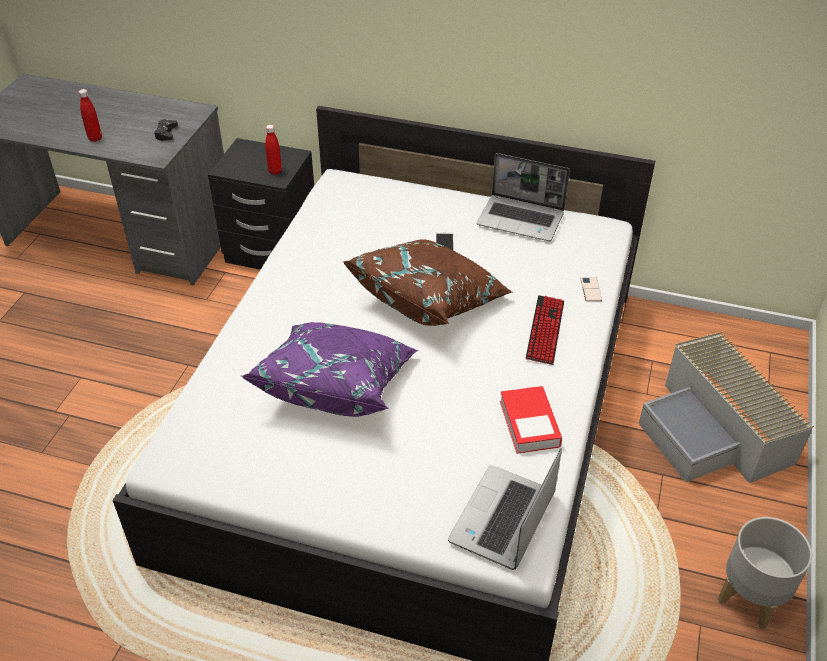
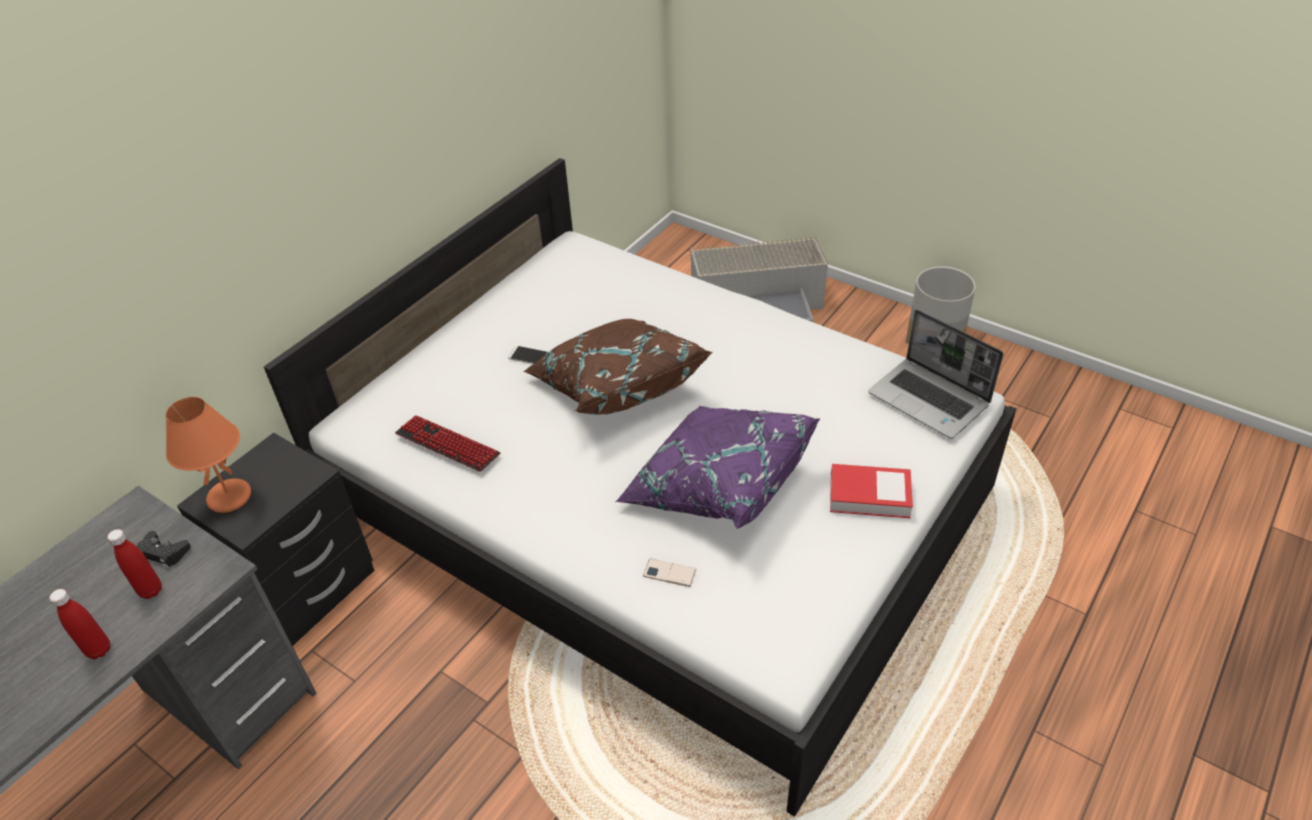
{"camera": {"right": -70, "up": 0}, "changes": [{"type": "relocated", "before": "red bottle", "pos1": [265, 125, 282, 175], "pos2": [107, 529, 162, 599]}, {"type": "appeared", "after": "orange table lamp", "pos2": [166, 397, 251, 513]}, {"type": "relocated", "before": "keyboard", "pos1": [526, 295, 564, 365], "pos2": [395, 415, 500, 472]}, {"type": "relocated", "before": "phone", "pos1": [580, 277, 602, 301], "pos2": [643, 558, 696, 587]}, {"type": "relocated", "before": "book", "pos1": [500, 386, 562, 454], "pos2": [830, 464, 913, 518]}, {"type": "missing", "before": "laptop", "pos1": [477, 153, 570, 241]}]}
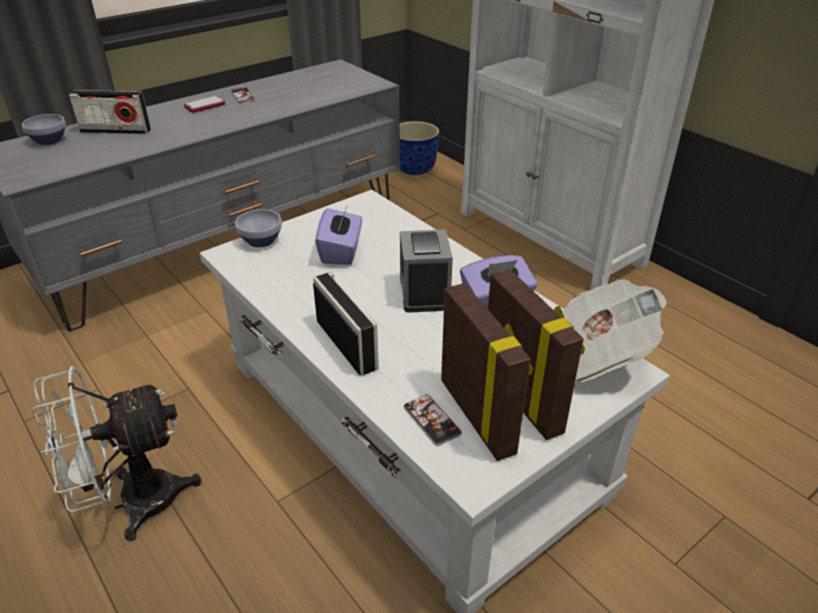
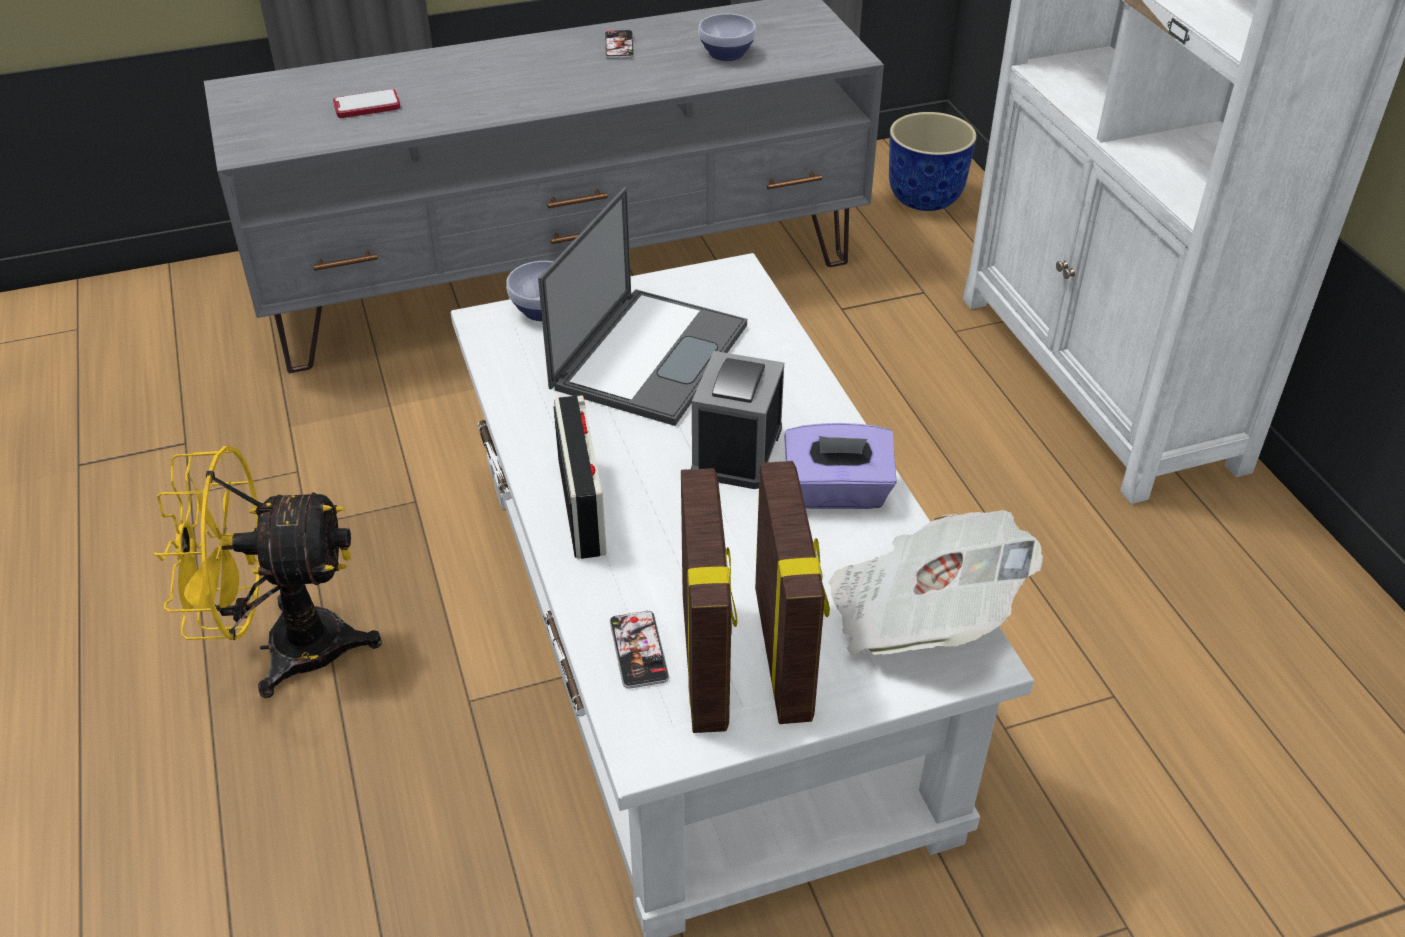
{"camera": {"right": 20, "up": 5}, "changes": [{"type": "colour", "before": "white fan", "after": "yellow fan", "pos1": [33, 366, 202, 542], "pos2": [154, 446, 382, 698]}, {"type": "relocated", "before": "phone", "pos1": [184, 96, 225, 113], "pos2": [333, 89, 400, 118]}, {"type": "exchanged", "before": "purple tissue box", "after": "laptop", "pos1": [315, 205, 362, 265], "pos2": [538, 187, 747, 426]}, {"type": "relocated", "before": "bowl", "pos1": [22, 114, 66, 145], "pos2": [698, 14, 756, 61]}, {"type": "missing", "before": "radio", "pos1": [69, 90, 151, 134]}]}
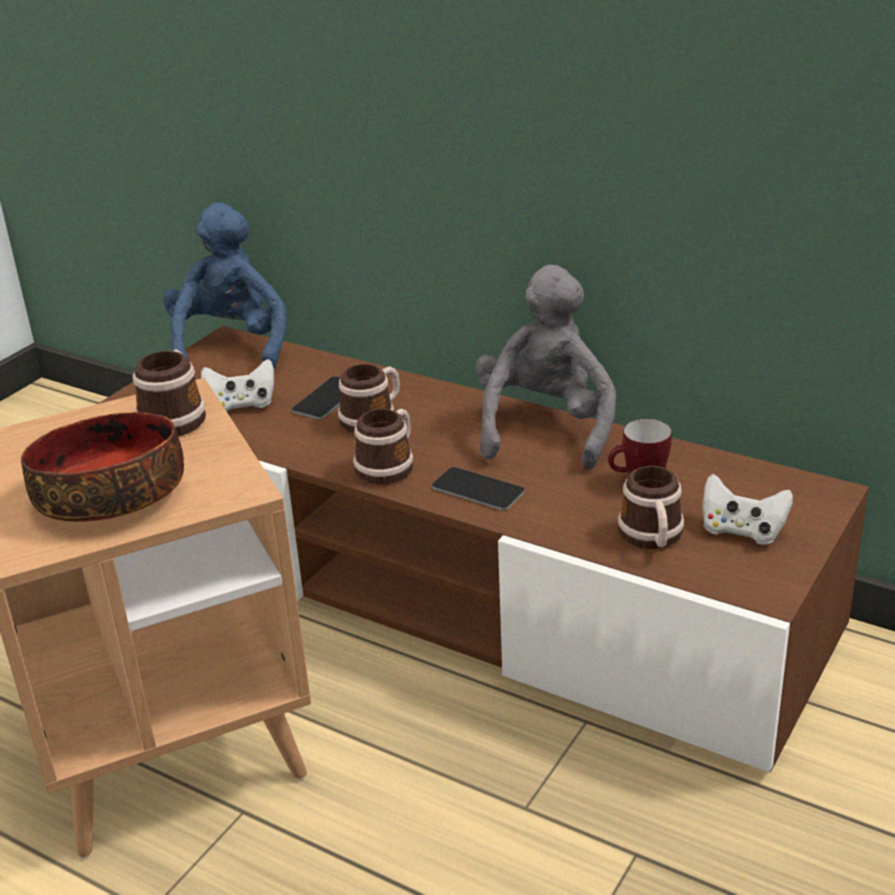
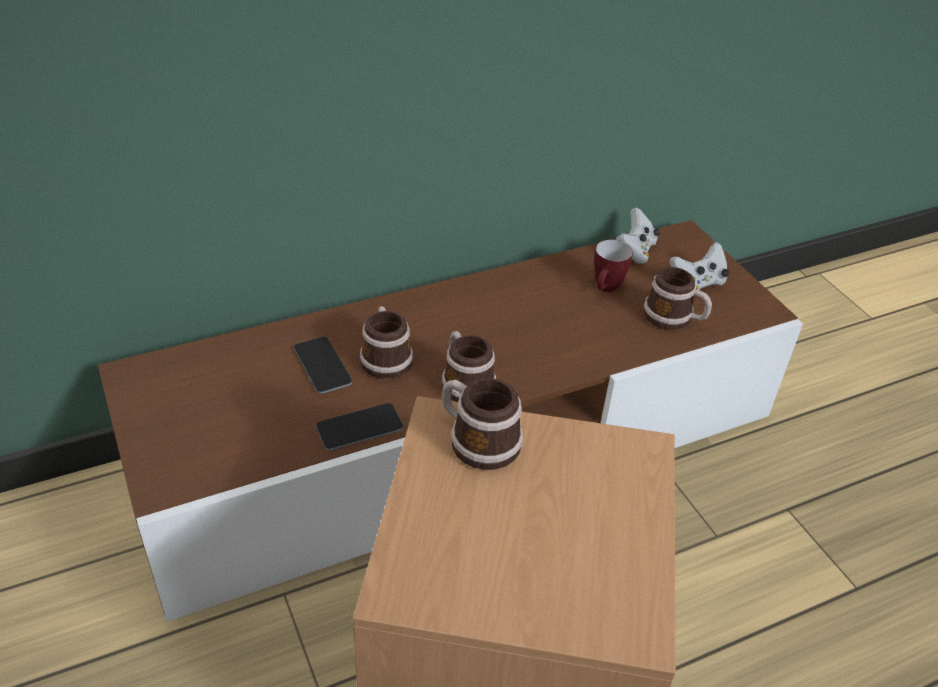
{"camera": {"right": -60, "up": 10}, "changes": [{"type": "relocated", "before": "phone", "pos1": [432, 467, 524, 510], "pos2": [316, 403, 403, 450]}, {"type": "relocated", "before": "white game controller", "pos1": [201, 359, 274, 412], "pos2": [616, 207, 660, 264]}, {"type": "missing", "before": "bowl", "pos1": [21, 412, 184, 522]}, {"type": "missing", "before": "blue plush toy", "pos1": [163, 203, 286, 370]}, {"type": "missing", "before": "grey plush toy", "pos1": [475, 265, 616, 470]}]}
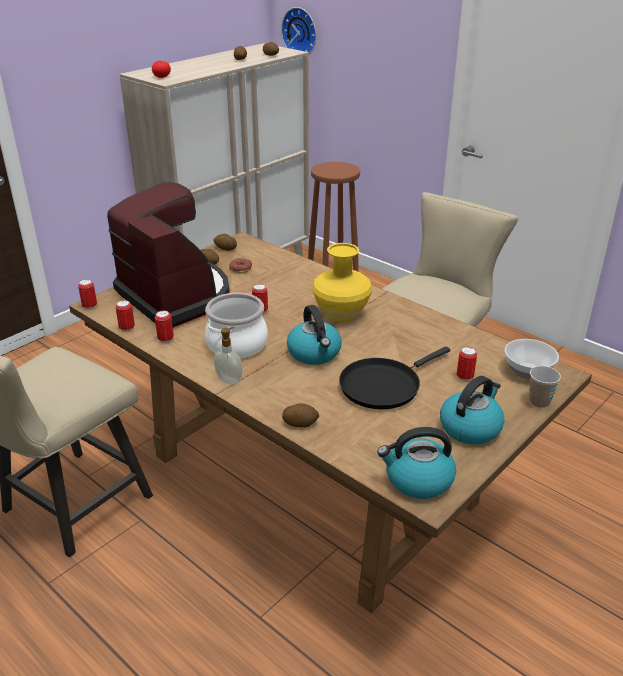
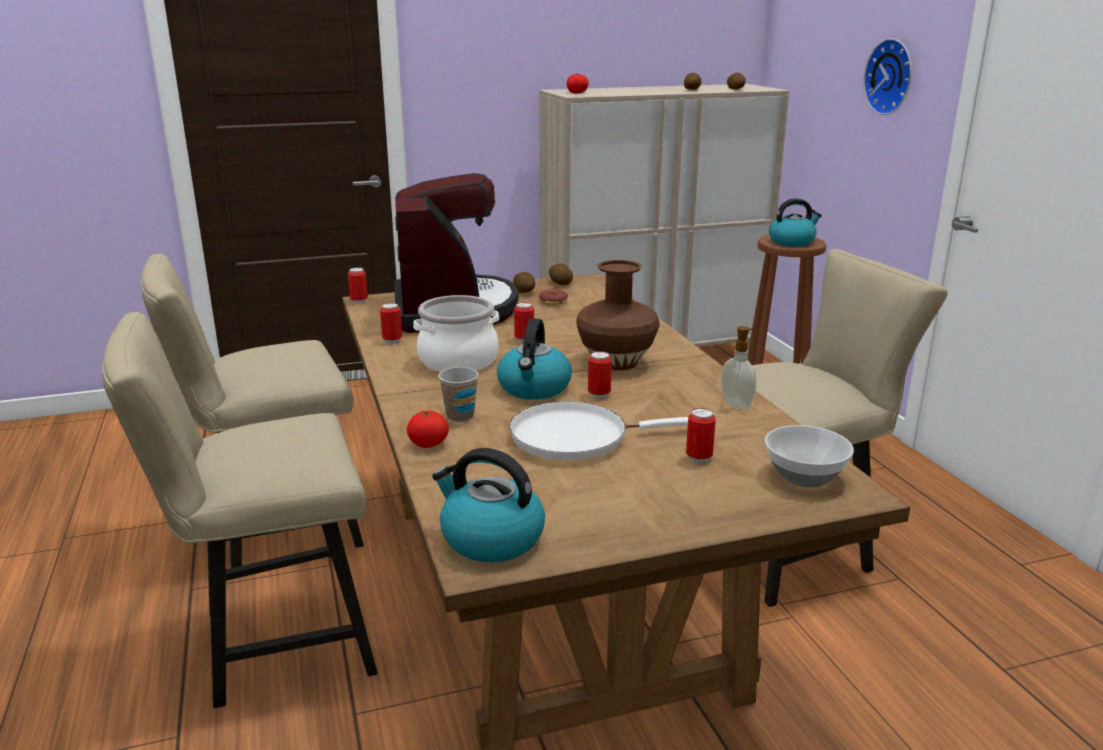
{"camera": {"right": 30, "up": -10}, "changes": [{"type": "appeared", "after": "beige chair", "pos2": [102, 312, 378, 708]}, {"type": "exchanged", "before": "potato", "after": "tomato", "pos1": [282, 403, 319, 427], "pos2": [407, 410, 449, 448]}, {"type": "relocated", "before": "cup", "pos1": [529, 366, 561, 408], "pos2": [438, 367, 479, 422]}, {"type": "colour", "before": "black frying pan", "after": "white frying pan", "pos1": [339, 346, 450, 409], "pos2": [509, 401, 688, 460]}, {"type": "colour", "before": "yellow vase", "after": "brown vase", "pos1": [312, 243, 372, 323], "pos2": [576, 260, 660, 370]}, {"type": "relocated", "before": "can", "pos1": [115, 300, 135, 332], "pos2": [588, 351, 612, 399]}, {"type": "relocated", "before": "soap dispenser", "pos1": [214, 327, 243, 385], "pos2": [721, 326, 757, 409]}, {"type": "relocated", "before": "kettle", "pos1": [440, 376, 505, 445], "pos2": [769, 198, 822, 247]}, {"type": "relocated", "before": "wall clock", "pos1": [281, 7, 316, 55], "pos2": [863, 38, 912, 115]}]}
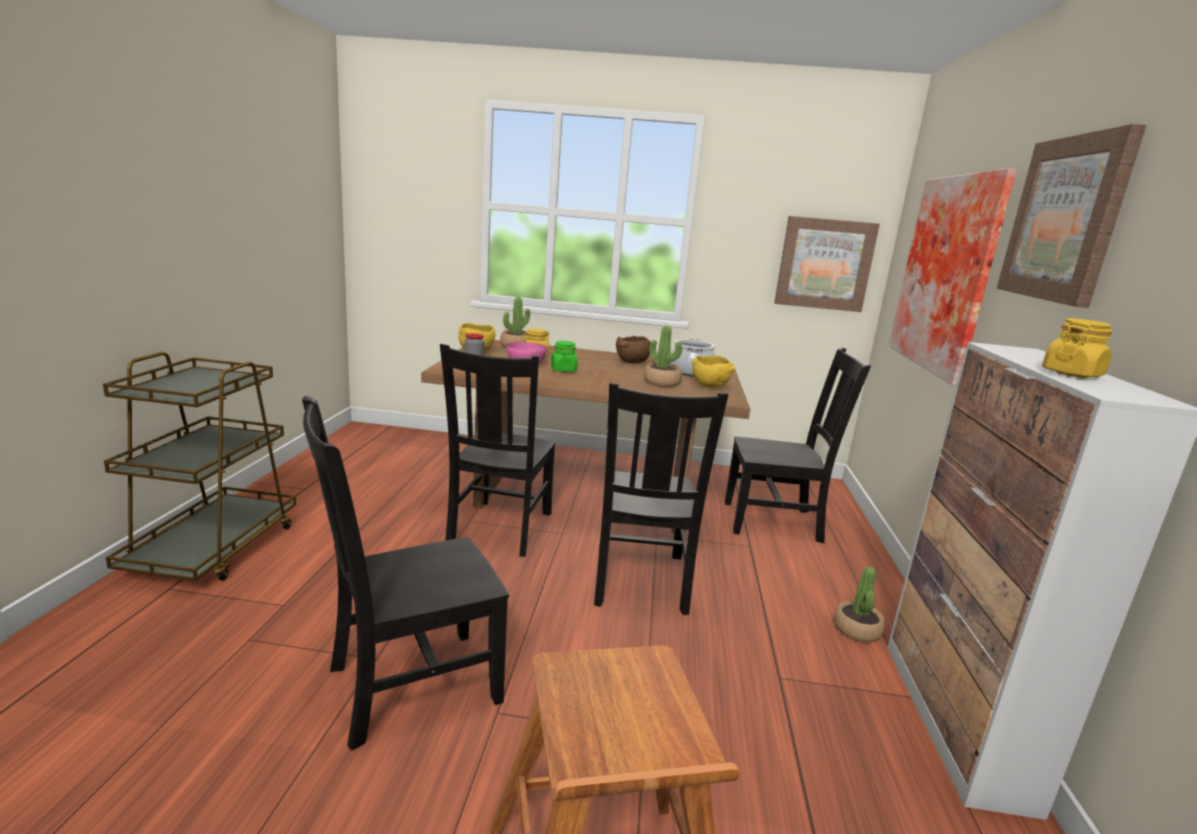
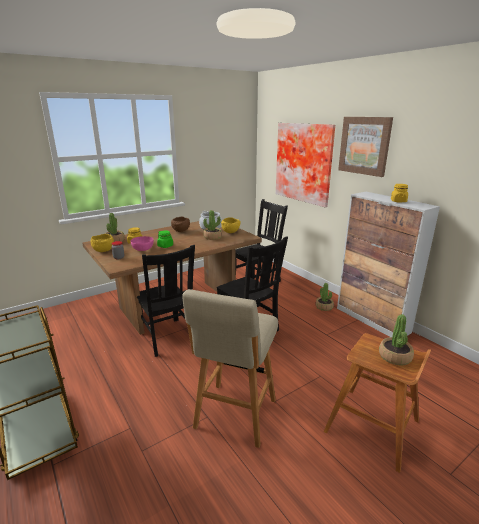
{"camera": {"right": -40, "up": 5}, "changes": [{"type": "exchanged", "before": "black chair", "after": "beige stool", "pos1": [302, 396, 509, 751], "pos2": [182, 289, 278, 448]}, {"type": "appeared", "after": "potted plant", "pos2": [379, 314, 414, 365]}, {"type": "missing", "before": "picture", "pos1": [774, 216, 880, 312]}]}
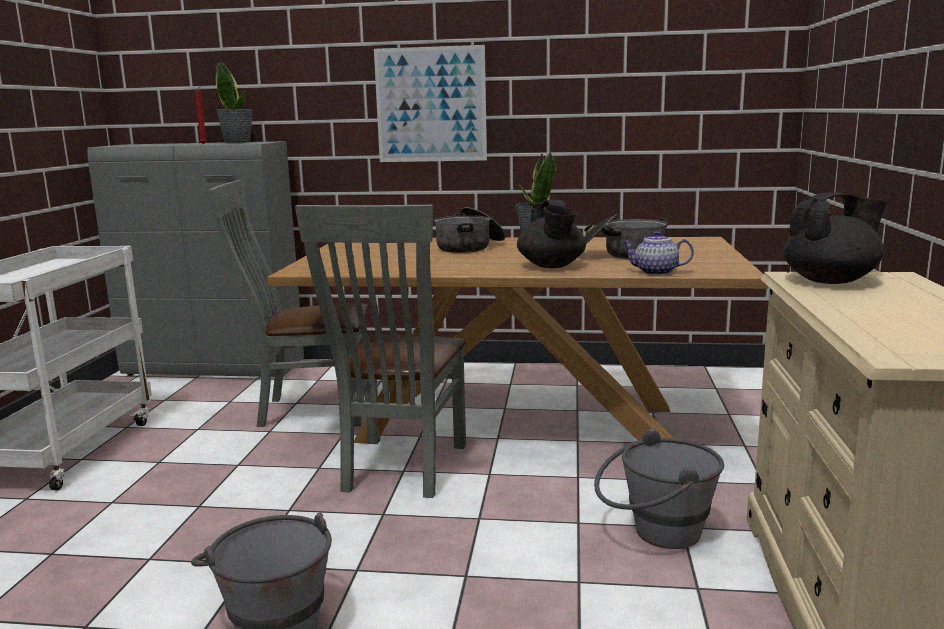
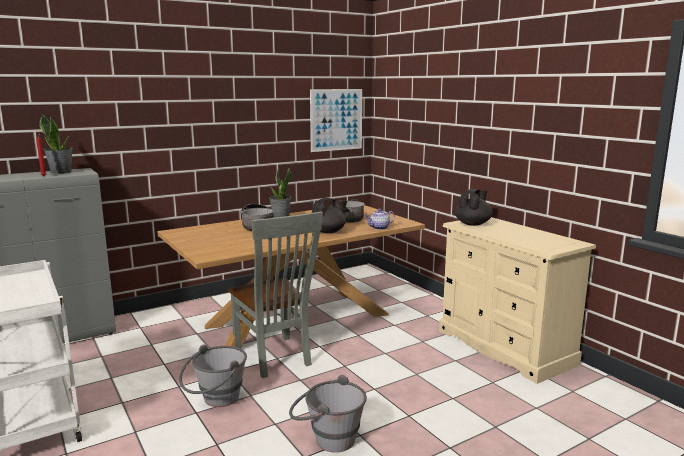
{"camera": {"right": -40, "up": 0}, "changes": [{"type": "relocated", "before": "grey bucket", "pos1": [594, 429, 724, 549], "pos2": [179, 344, 247, 407]}, {"type": "relocated", "before": "picture", "pos1": [374, 45, 487, 162], "pos2": [310, 89, 362, 152]}, {"type": "spun", "before": "black teapot", "pos1": [517, 200, 586, 268], "pos2": [312, 198, 347, 233], "turn": -75}, {"type": "missing", "before": "grey chair", "pos1": [208, 180, 369, 427]}]}
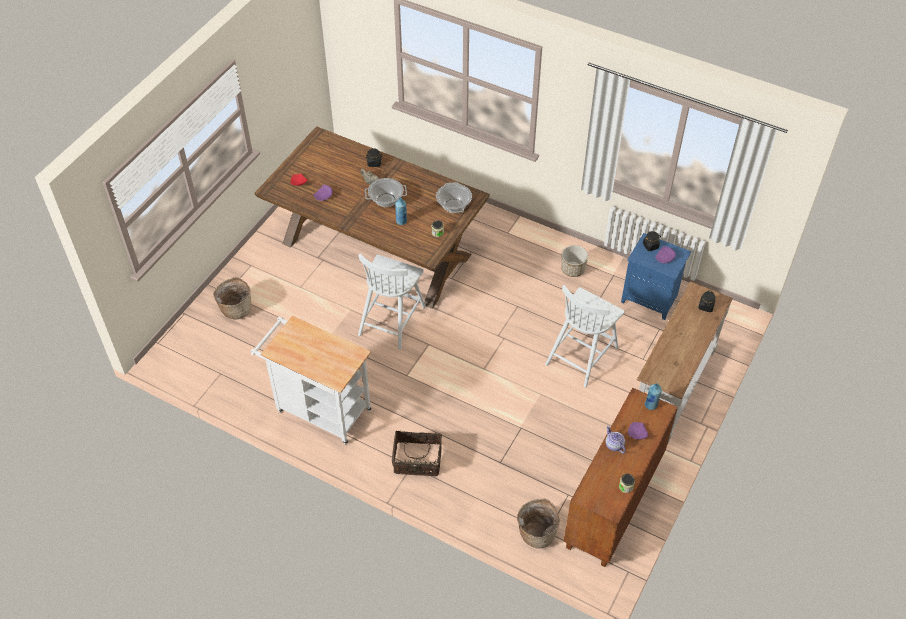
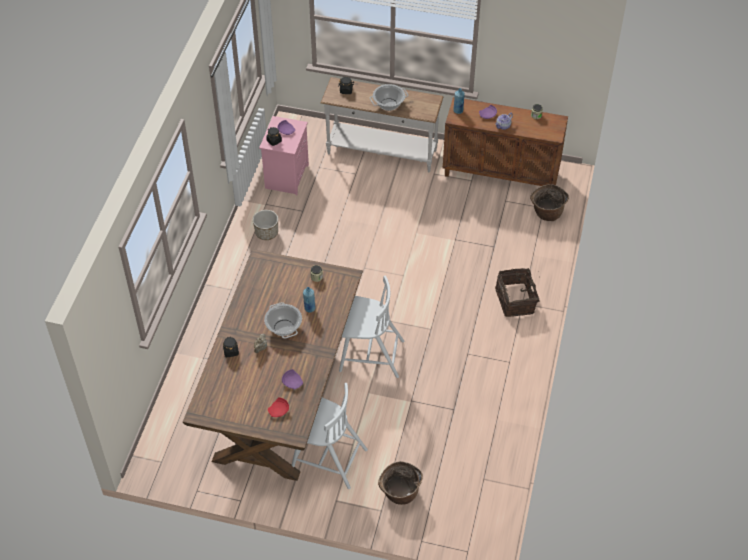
{"camera": {"right": -105, "up": 0}, "changes": [{"type": "colour", "before": "blue nightstand", "after": "pink nightstand", "pos1": [621, 233, 691, 320], "pos2": [259, 116, 309, 195]}, {"type": "relocated", "before": "white chair", "pos1": [545, 285, 625, 387], "pos2": [292, 383, 368, 489]}, {"type": "relocated", "before": "cooking pot", "pos1": [436, 182, 472, 213], "pos2": [370, 84, 408, 111]}, {"type": "missing", "before": "white cart", "pos1": [251, 316, 372, 445]}]}
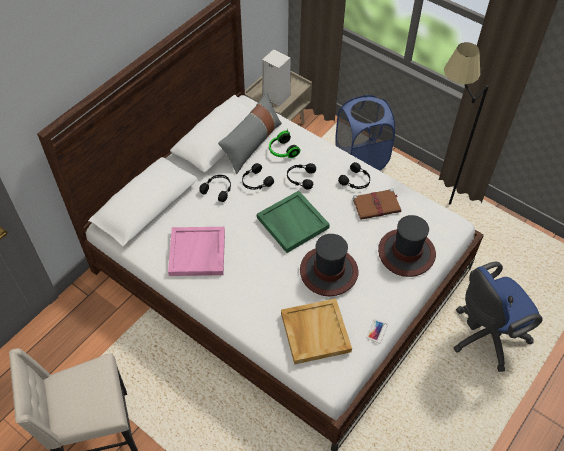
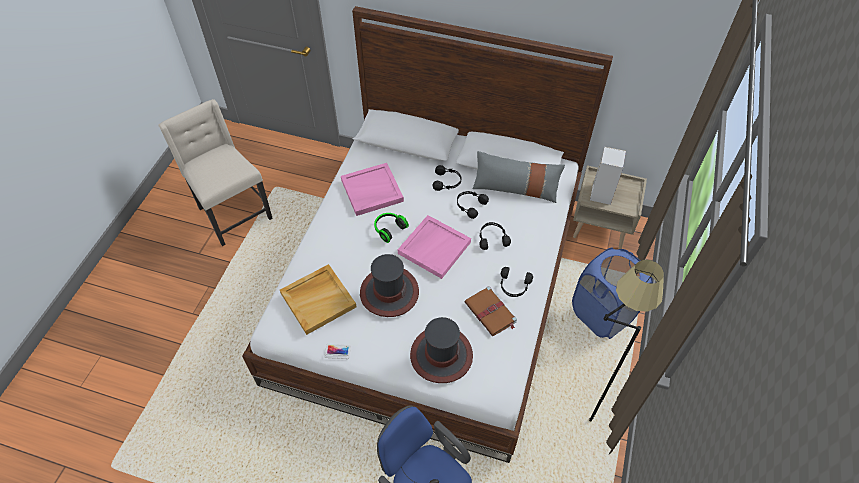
{"camera": {"right": 70, "up": 0}, "changes": [{"type": "relocated", "before": "headphones", "pos1": [269, 128, 300, 158], "pos2": [374, 213, 409, 243]}, {"type": "colour", "before": "green tray", "after": "pink tray", "pos1": [257, 191, 330, 253], "pos2": [398, 215, 471, 279]}]}
